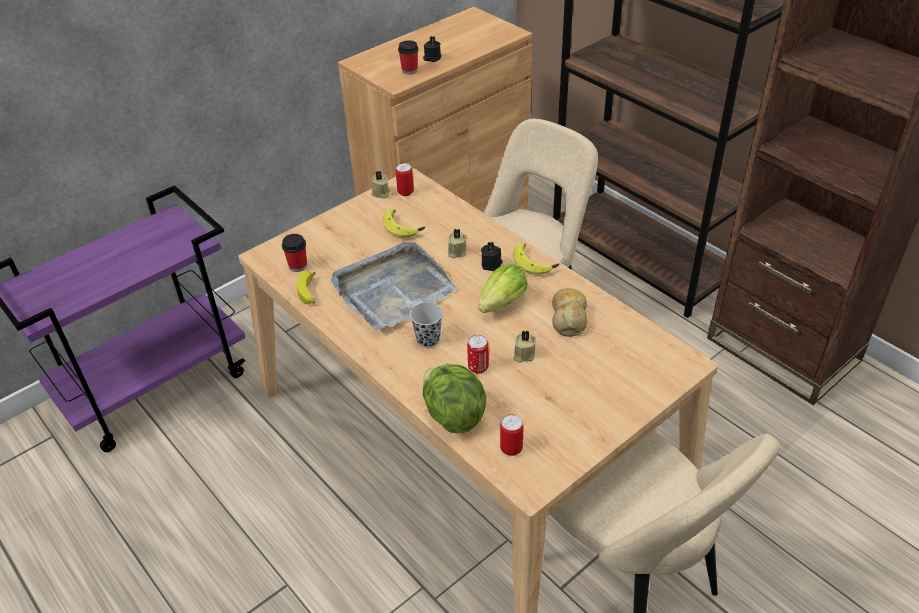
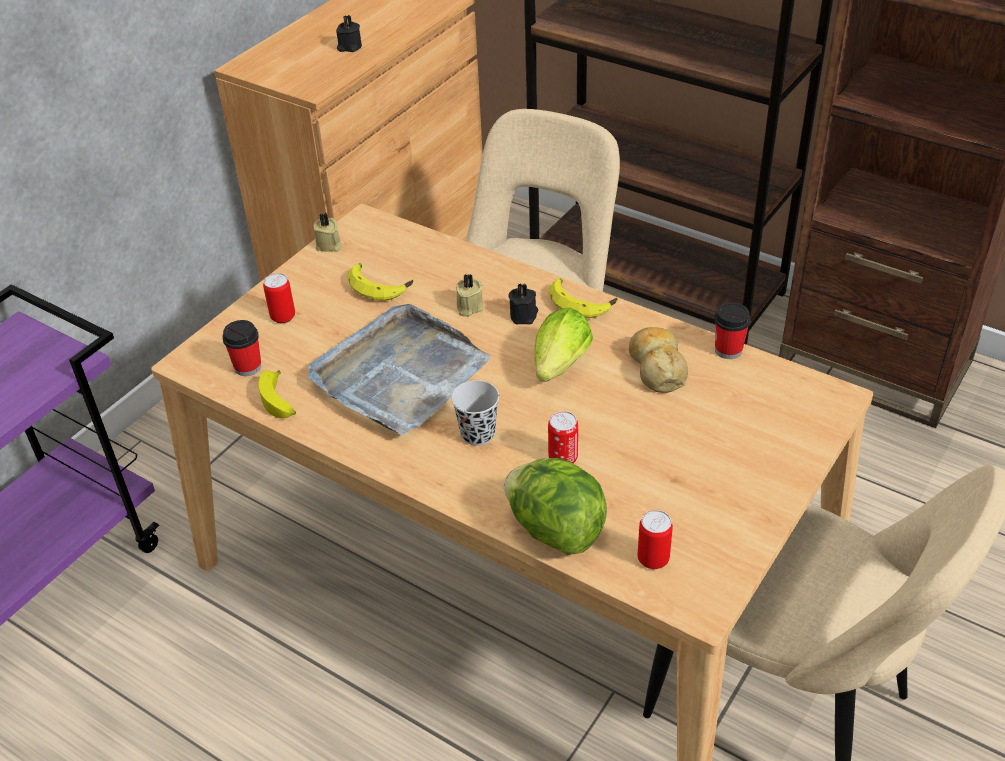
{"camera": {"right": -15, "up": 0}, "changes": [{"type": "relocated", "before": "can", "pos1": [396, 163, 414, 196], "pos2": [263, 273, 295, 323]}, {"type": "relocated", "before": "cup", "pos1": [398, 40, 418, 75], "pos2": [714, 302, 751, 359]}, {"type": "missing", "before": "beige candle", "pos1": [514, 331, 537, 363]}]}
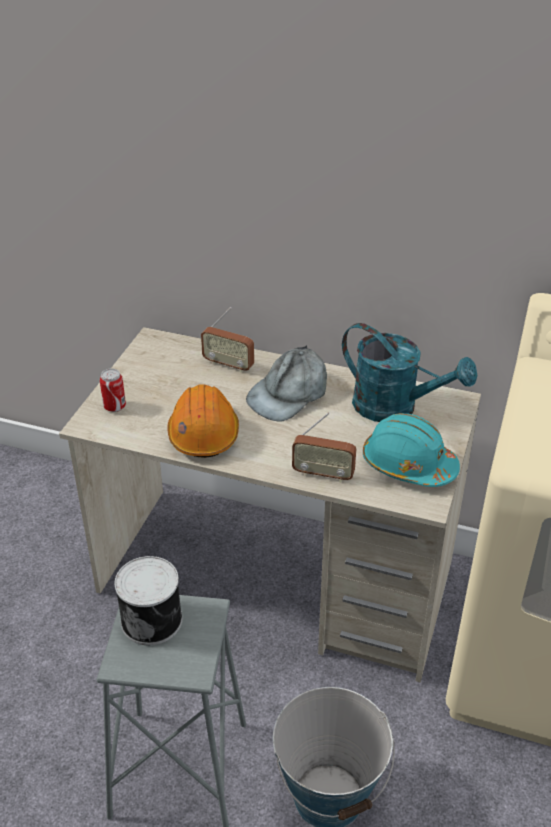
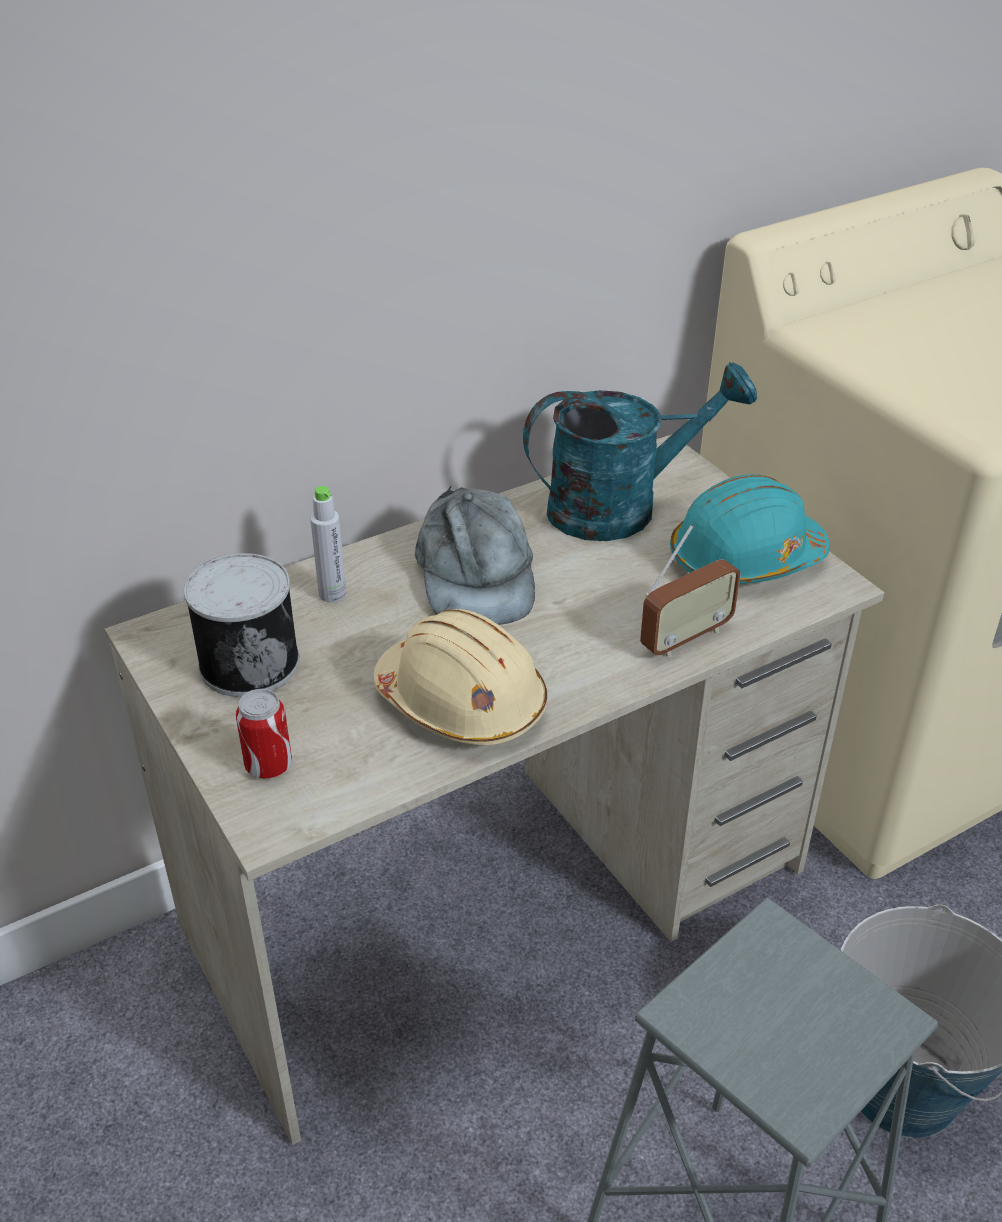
{"camera": {"right": -50, "up": 0}, "changes": [{"type": "relocated", "before": "can", "pos1": [115, 556, 182, 645], "pos2": [184, 553, 300, 697]}, {"type": "exchanged", "before": "radio", "after": "grey bottle", "pos1": [201, 307, 254, 373], "pos2": [310, 486, 346, 602]}, {"type": "colour", "before": "orange hard hat", "after": "beige hard hat", "pos1": [167, 384, 239, 458], "pos2": [373, 609, 548, 745]}]}
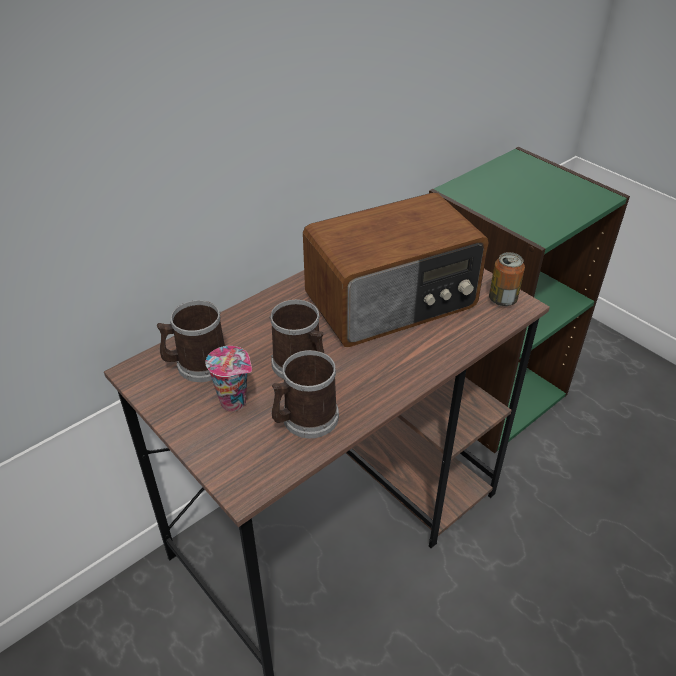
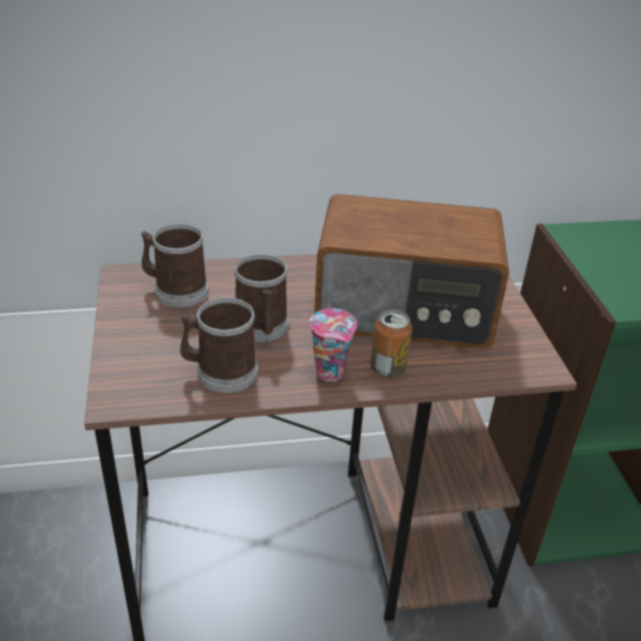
{"camera": {"right": 30, "up": -5}, "changes": [{"type": "relocated", "before": "cup", "pos1": [205, 346, 252, 412], "pos2": [310, 309, 357, 382]}, {"type": "relocated", "before": "can", "pos1": [489, 252, 525, 306], "pos2": [371, 310, 412, 377]}]}
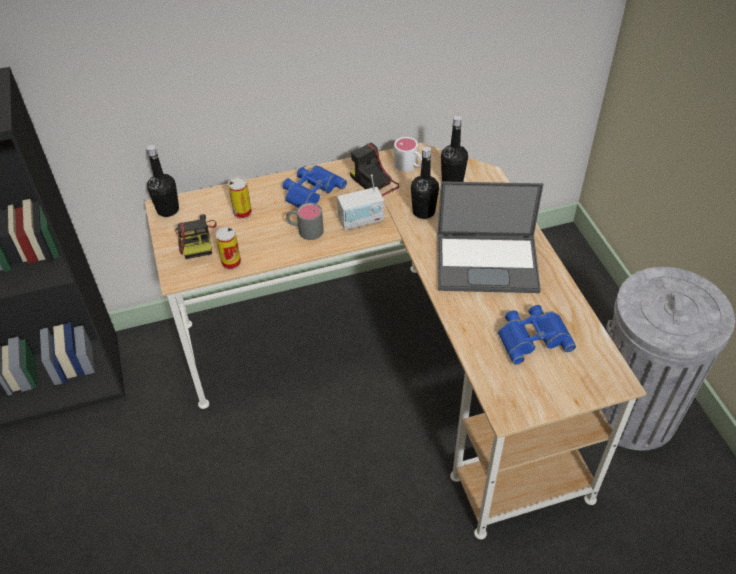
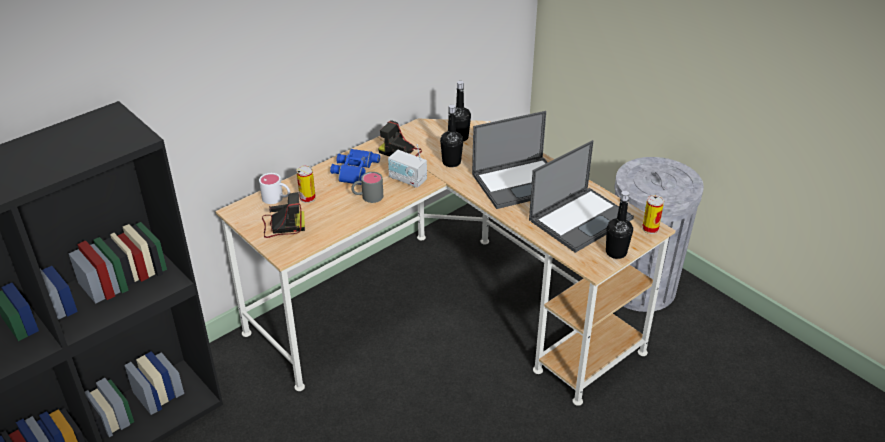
{"camera": {"right": -25, "up": -10}, "changes": [{"type": "relocated", "before": "white mug", "pos1": [394, 137, 422, 172], "pos2": [259, 173, 290, 204]}, {"type": "spun", "before": "photo camera", "pos1": [175, 214, 217, 259], "pos2": [262, 192, 305, 238], "turn": -60}, {"type": "spun", "before": "radio", "pos1": [337, 174, 384, 230], "pos2": [388, 144, 427, 188], "turn": 75}, {"type": "exchanged", "before": "blue binoculars", "after": "laptop", "pos1": [498, 305, 576, 365], "pos2": [529, 140, 634, 253]}, {"type": "relocated", "before": "black bottle", "pos1": [147, 145, 179, 217], "pos2": [606, 191, 633, 259]}, {"type": "relocated", "before": "can", "pos1": [215, 226, 241, 270], "pos2": [642, 195, 664, 234]}]}
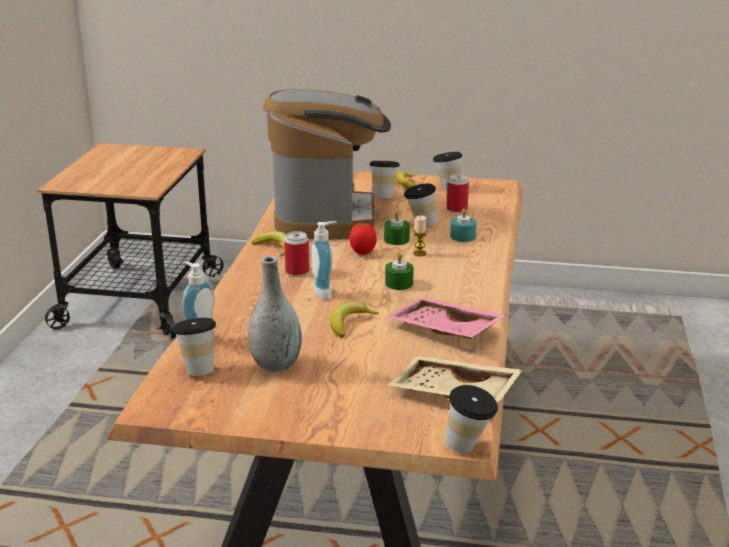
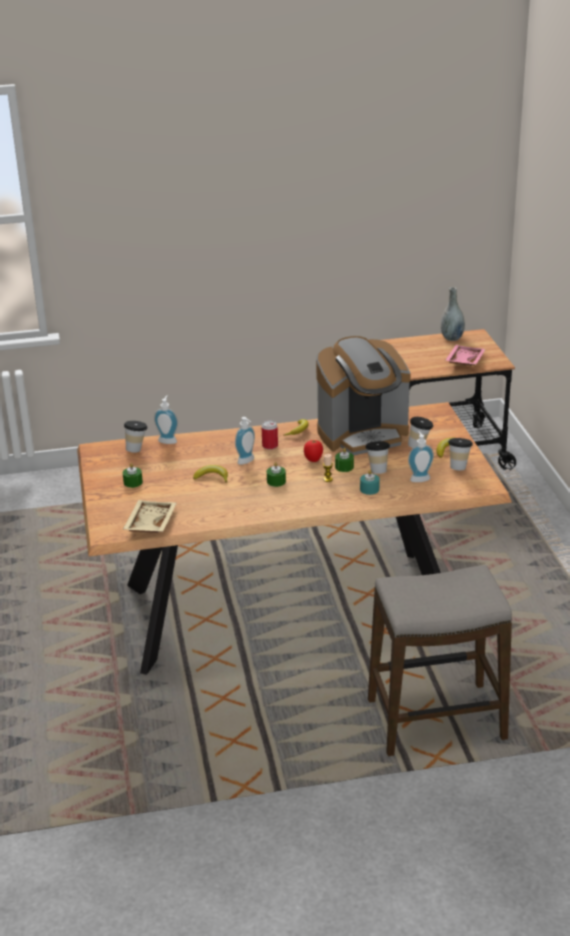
{"camera": {"right": 70, "up": 5}, "changes": [{"type": "appeared", "after": "green candle", "pos2": [123, 463, 143, 488]}, {"type": "appeared", "after": "stool", "pos2": [368, 565, 512, 756]}, {"type": "exchanged", "before": "can", "after": "soap dispenser", "pos1": [447, 174, 469, 213], "pos2": [408, 431, 434, 482]}, {"type": "relocated", "before": "grey vase", "pos1": [248, 256, 302, 372], "pos2": [441, 287, 465, 341]}, {"type": "relocated", "before": "pink tray", "pos1": [385, 297, 506, 339], "pos2": [445, 345, 486, 366]}, {"type": "missing", "before": "cup", "pos1": [444, 385, 498, 453]}]}
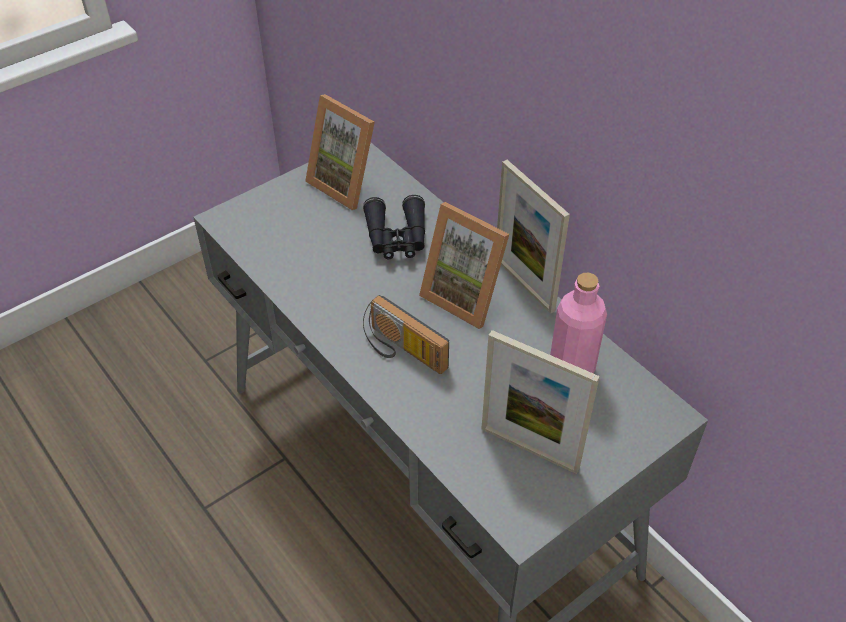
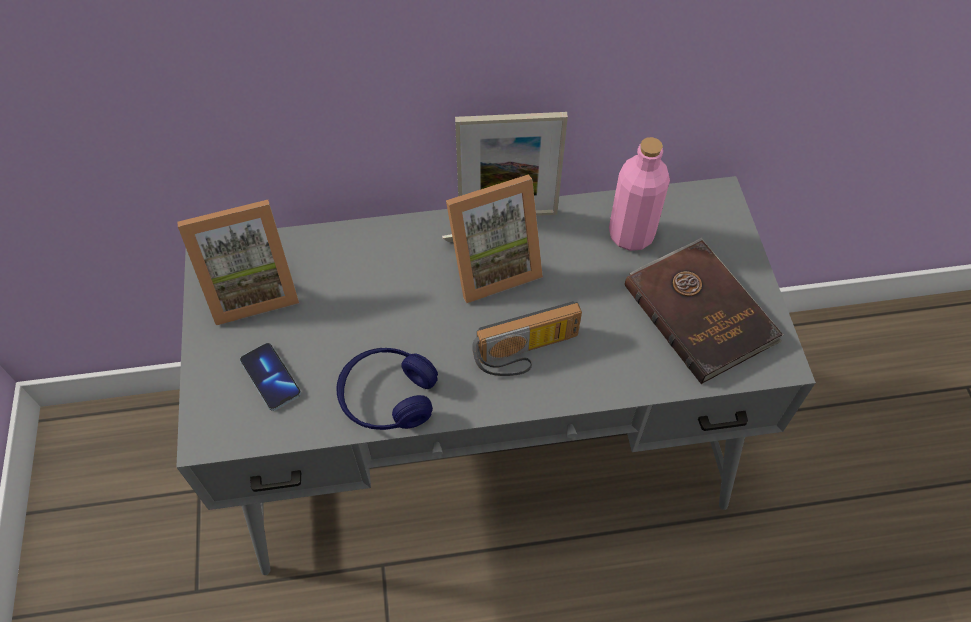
{"camera": {"right": -60, "up": 10}, "changes": [{"type": "appeared", "after": "phone", "pos2": [240, 343, 301, 411]}, {"type": "appeared", "after": "blue headphones", "pos2": [336, 348, 438, 430]}, {"type": "exchanged", "before": "picture frame", "after": "brown book", "pos1": [481, 330, 600, 474], "pos2": [625, 238, 783, 384]}, {"type": "missing", "before": "black binoculars", "pos1": [363, 195, 425, 259]}]}
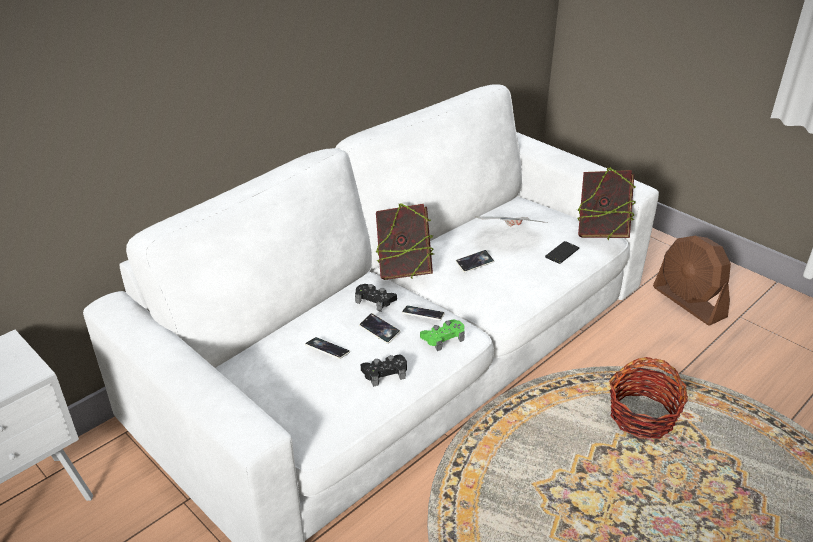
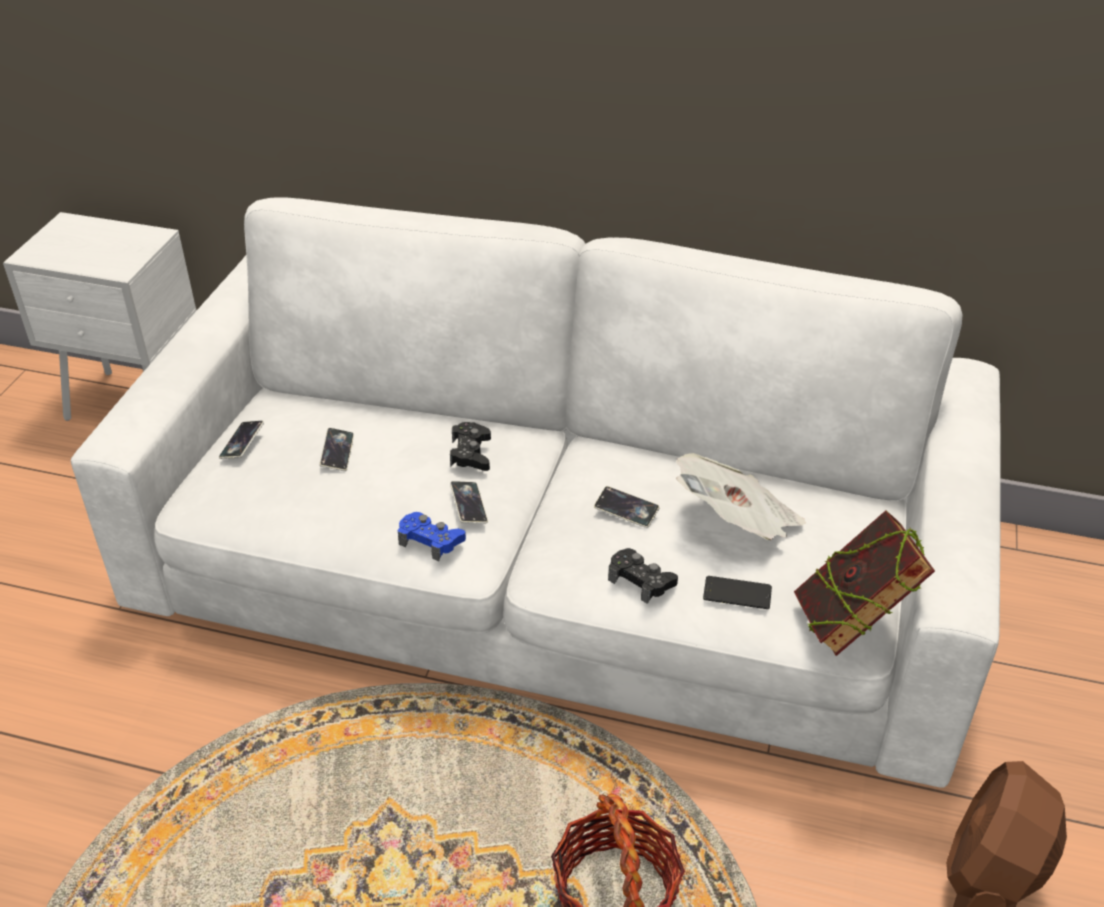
{"camera": {"right": 60, "up": 5}, "changes": [{"type": "relocated", "before": "phone", "pos1": [359, 313, 401, 344], "pos2": [219, 421, 264, 459]}, {"type": "colour", "before": "green game controller", "after": "blue game controller", "pos1": [420, 320, 465, 351], "pos2": [398, 512, 466, 561]}, {"type": "relocated", "before": "black game controller", "pos1": [361, 355, 407, 387], "pos2": [608, 548, 678, 604]}, {"type": "missing", "before": "book", "pos1": [376, 203, 434, 280]}]}
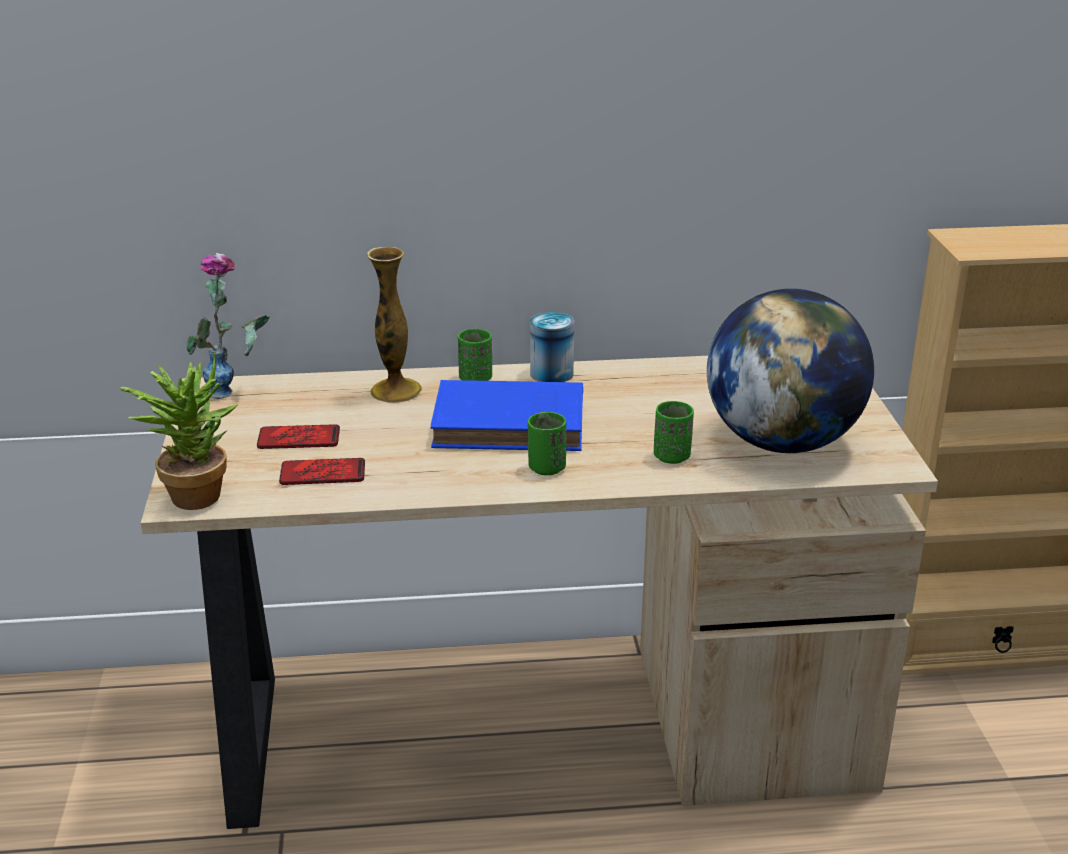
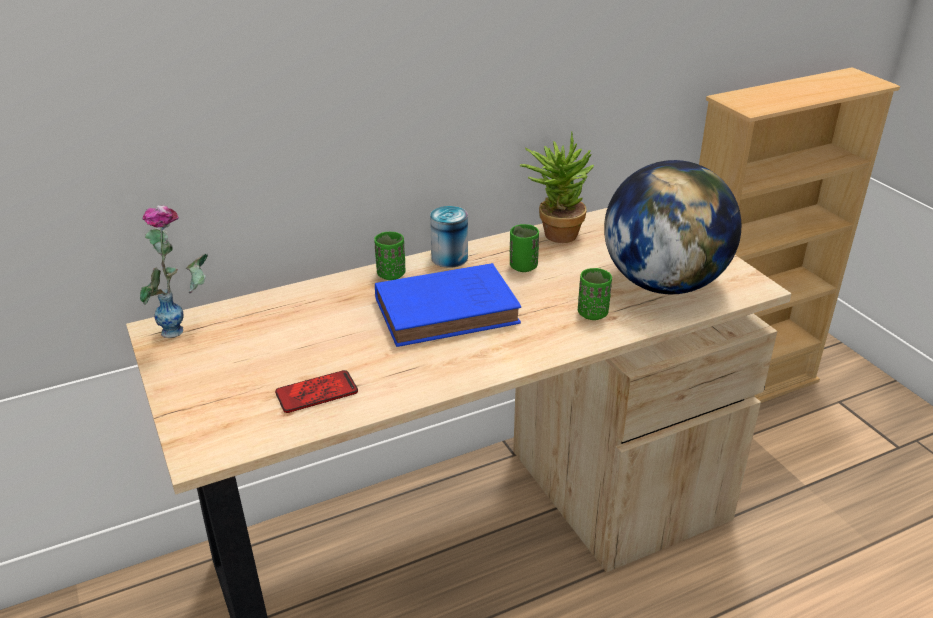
{"camera": {"right": -20, "up": 5}, "changes": [{"type": "relocated", "before": "green cup", "pos1": [528, 412, 566, 475], "pos2": [510, 224, 539, 272]}, {"type": "relocated", "before": "potted plant", "pos1": [120, 353, 237, 510], "pos2": [520, 132, 594, 243]}, {"type": "missing", "before": "phone", "pos1": [257, 424, 340, 449]}, {"type": "missing", "before": "vase", "pos1": [367, 247, 422, 403]}]}
